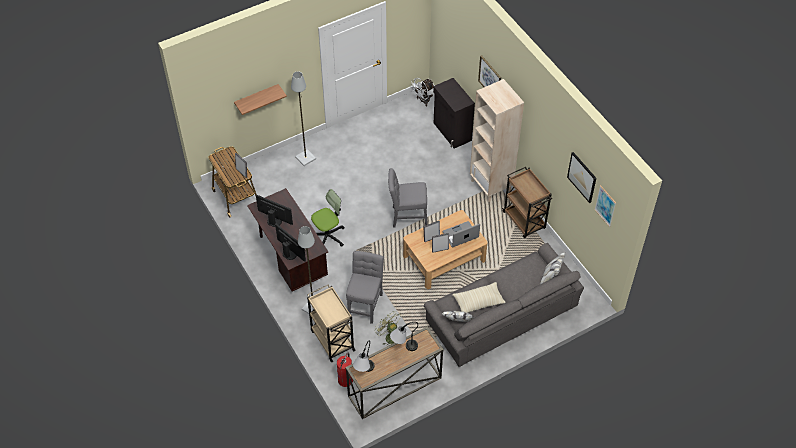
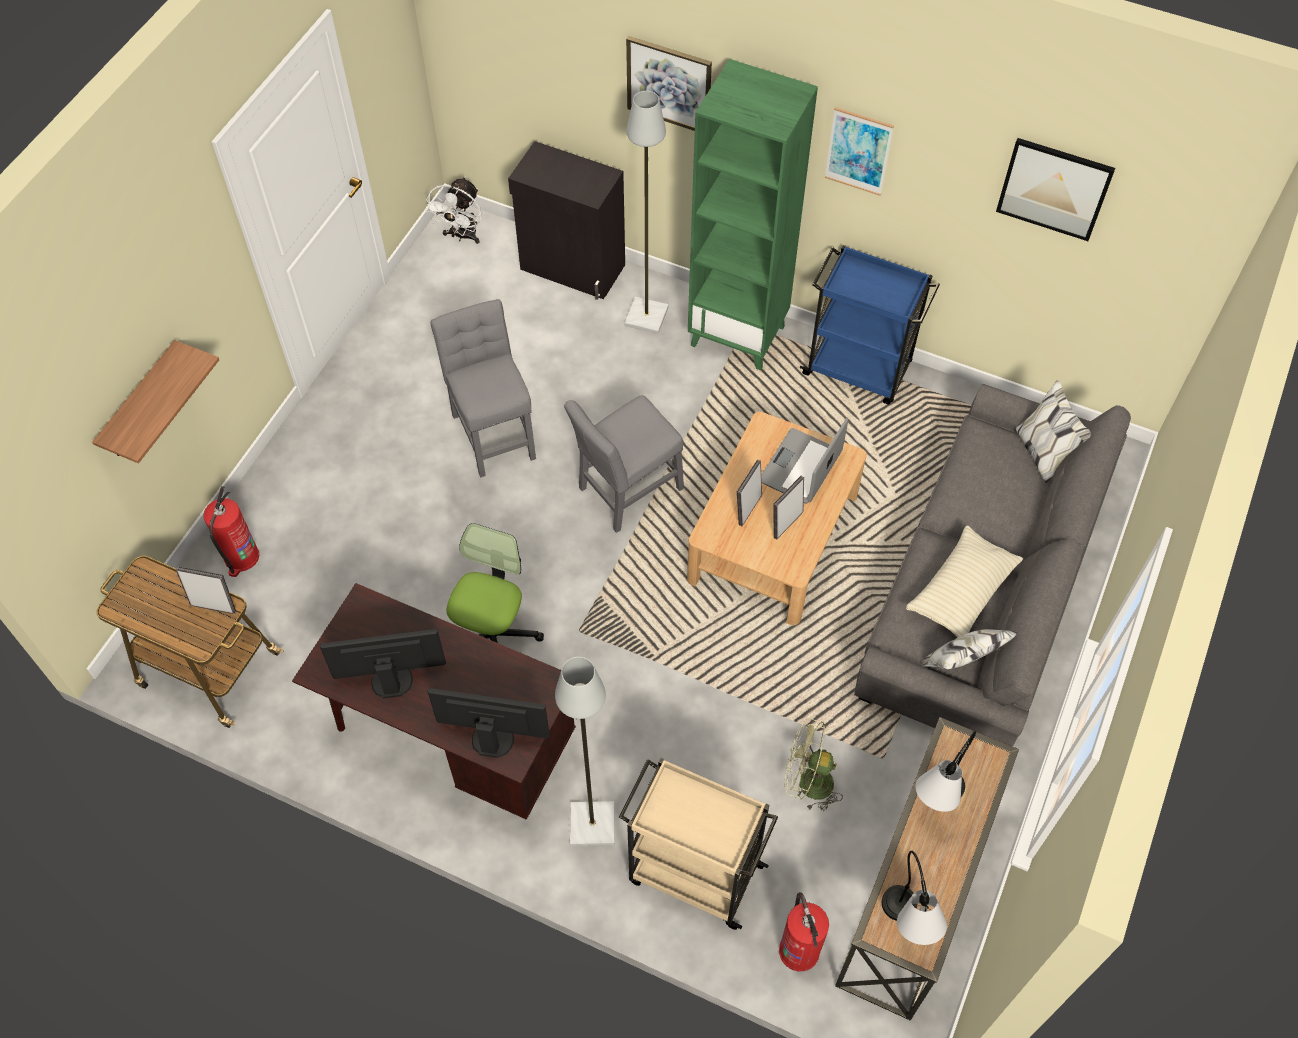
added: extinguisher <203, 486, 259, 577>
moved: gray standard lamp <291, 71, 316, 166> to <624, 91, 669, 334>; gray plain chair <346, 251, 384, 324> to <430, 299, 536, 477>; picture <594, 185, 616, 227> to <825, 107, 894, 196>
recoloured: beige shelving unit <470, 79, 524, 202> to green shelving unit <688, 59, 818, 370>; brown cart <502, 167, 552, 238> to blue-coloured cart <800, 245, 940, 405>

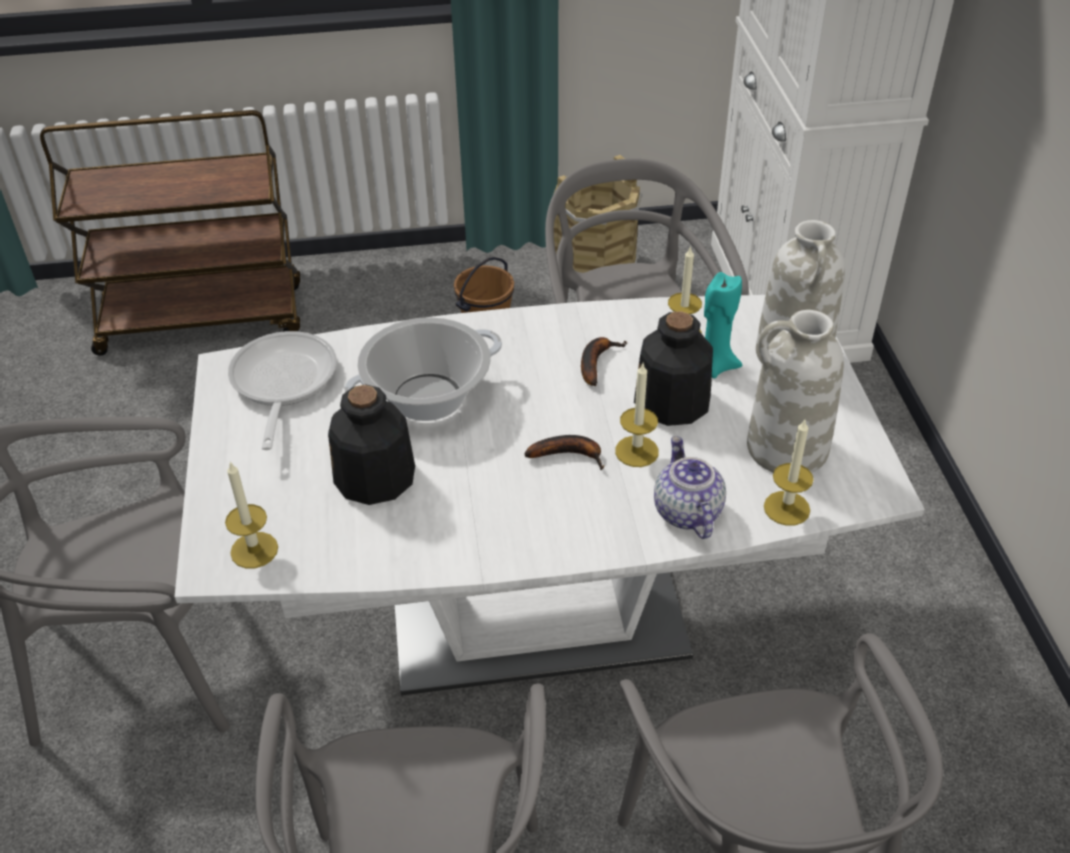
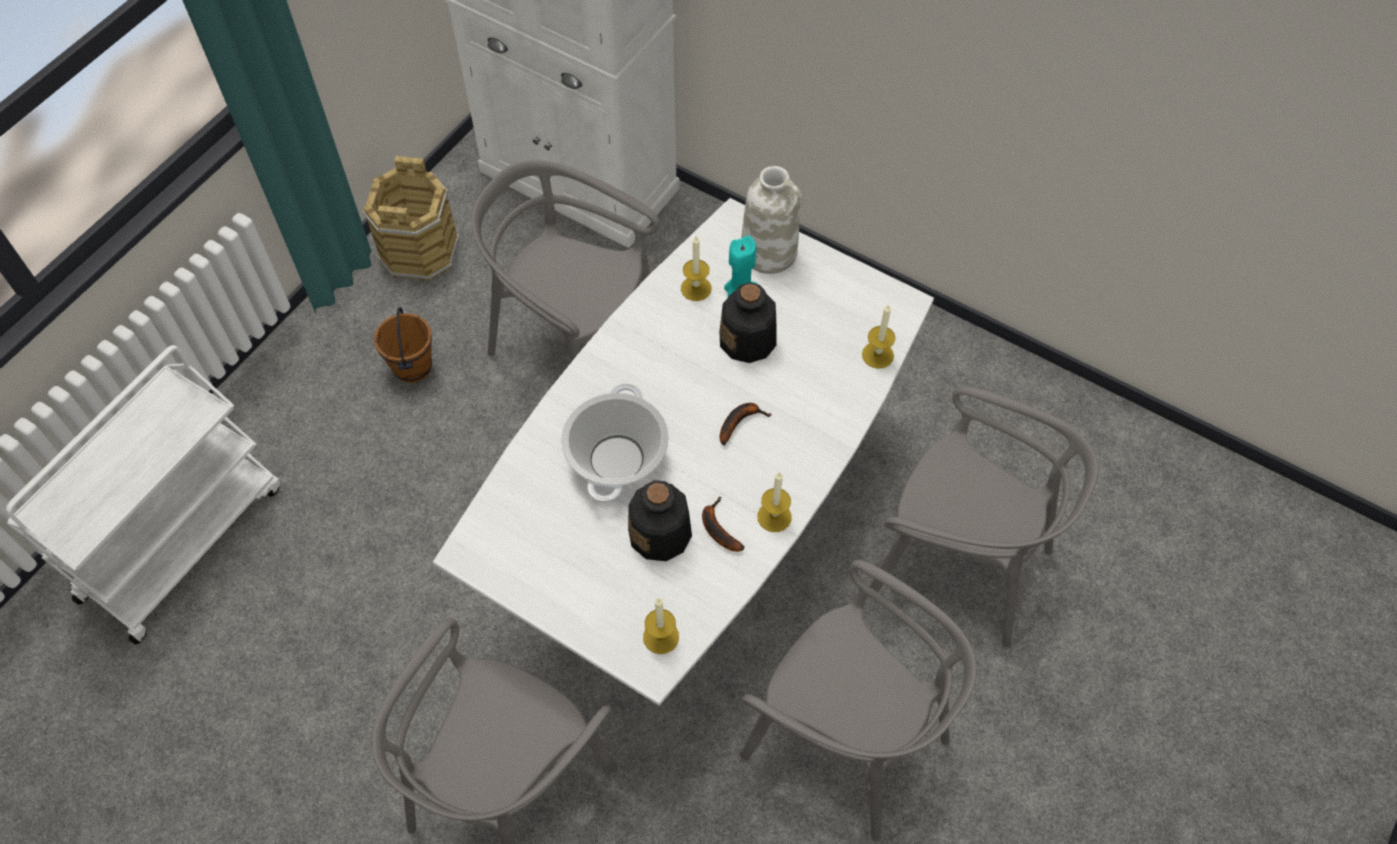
removed: frying pan <228, 331, 337, 450>; pot for tea <654, 436, 726, 539>; white-coloured decorative vase <747, 310, 844, 473>
moved: whole banana <581, 337, 628, 386> to <702, 496, 745, 552>; candle <615, 364, 659, 467> to <757, 472, 792, 532>
recoloured: brown cart <40, 110, 300, 356> to white-coloured cart <6, 345, 280, 644>

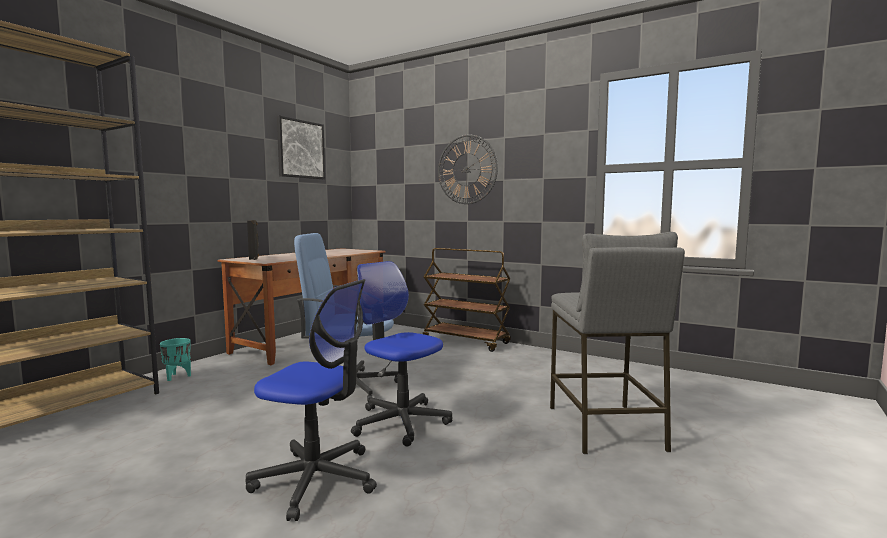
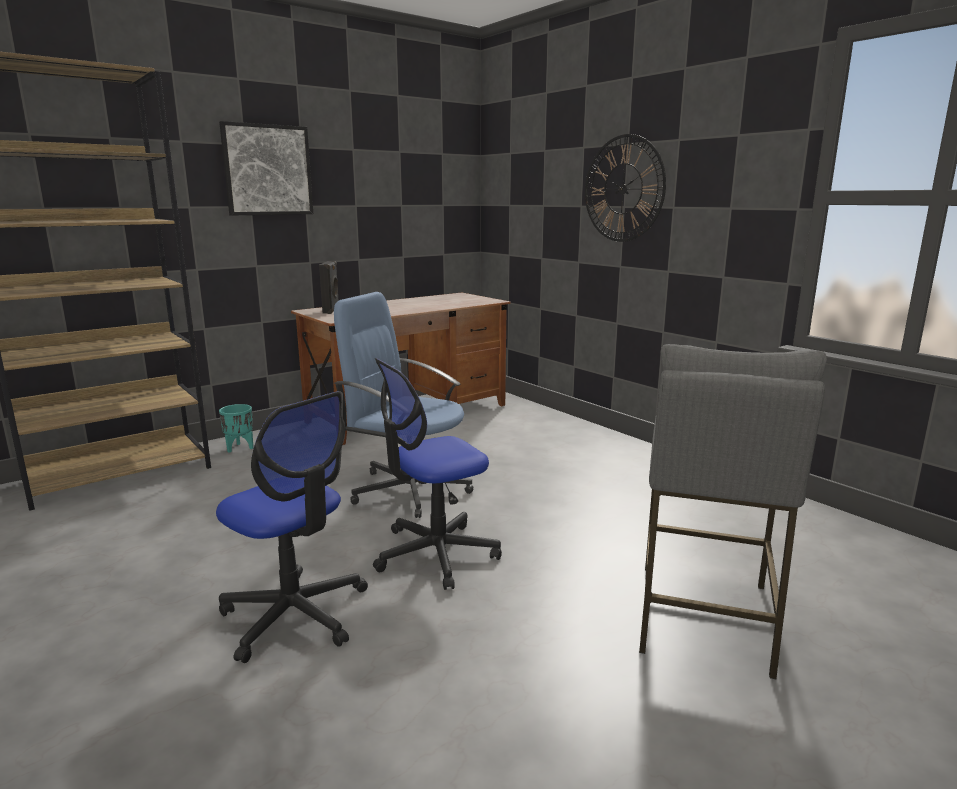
removed: brown cart <423, 248, 511, 352>
moved: picture <277, 116, 325, 179> to <219, 121, 313, 216>
turned: computer chair <351, 261, 452, 447> = <373, 358, 502, 590> 90 degrees counterclockwise

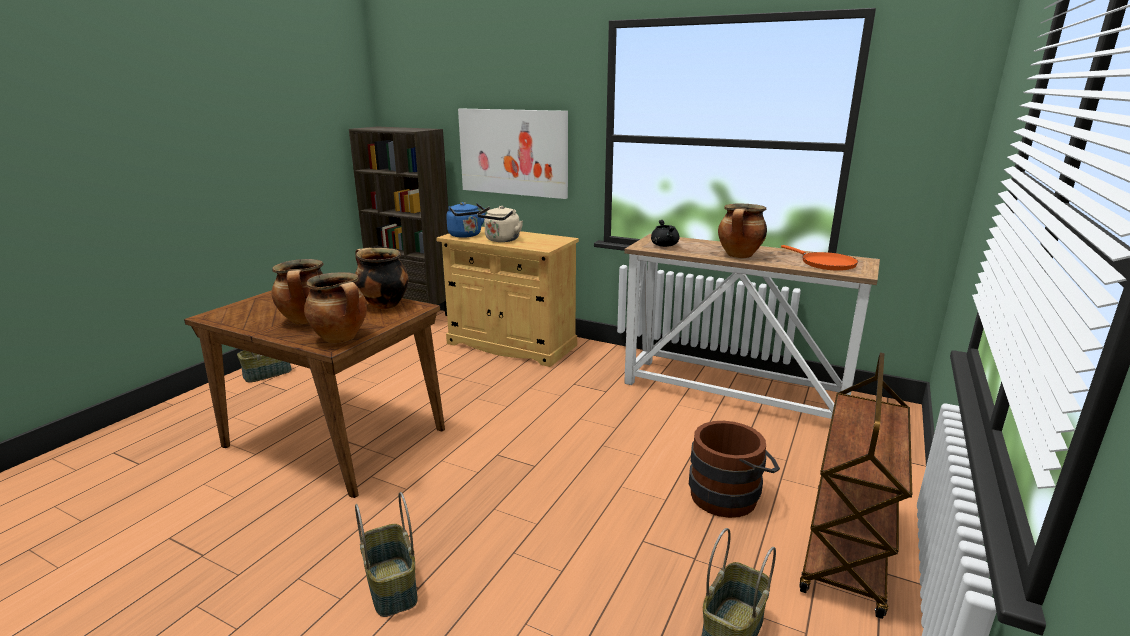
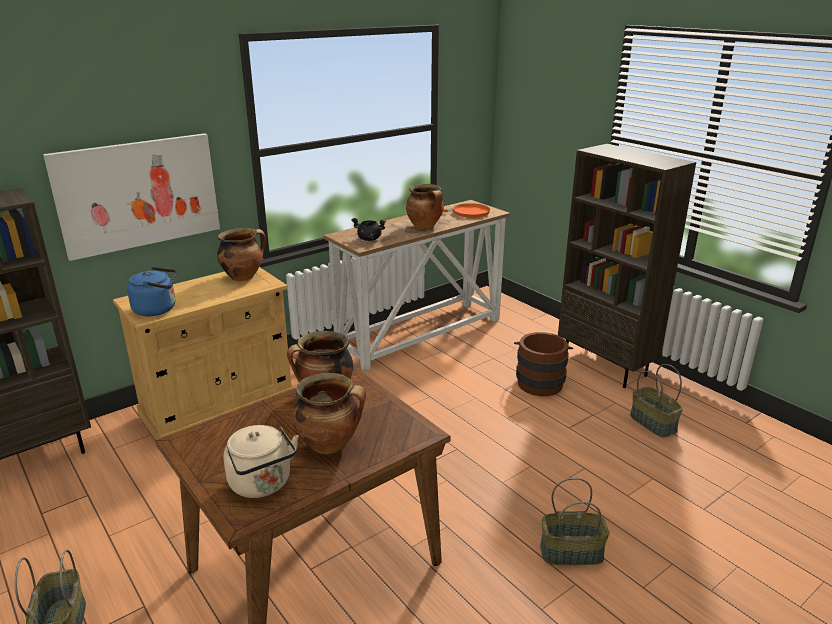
moved: cooking pot <304, 272, 367, 343> to <217, 228, 266, 281>; beige kettle <477, 206, 523, 242> to <223, 425, 299, 498>
replaced: brown cart <799, 352, 912, 619> to brown shelving unit <558, 144, 696, 388>

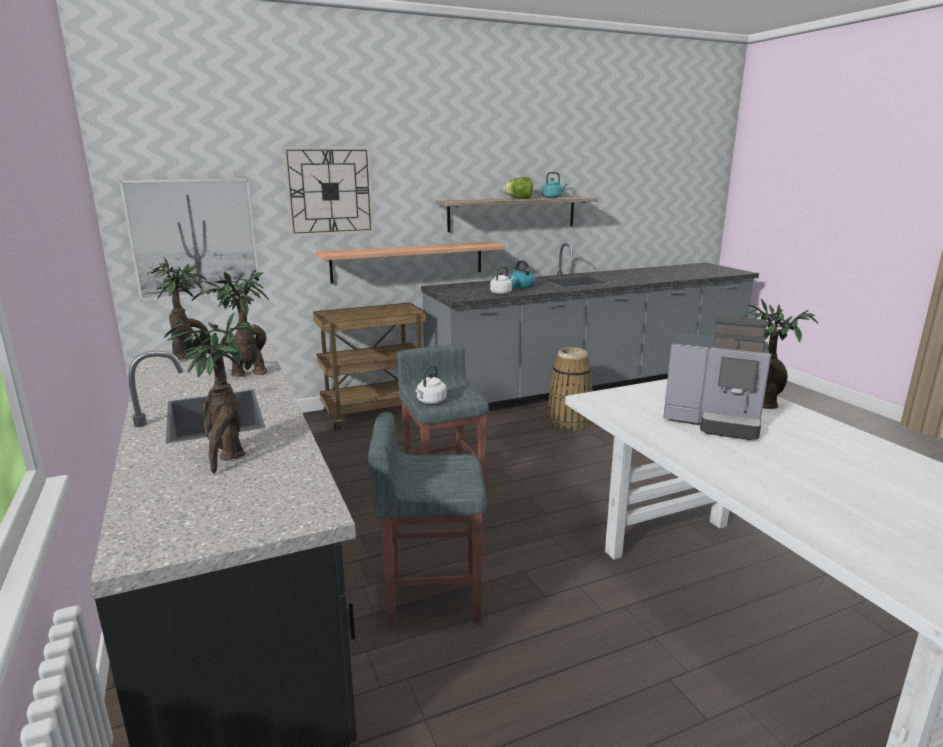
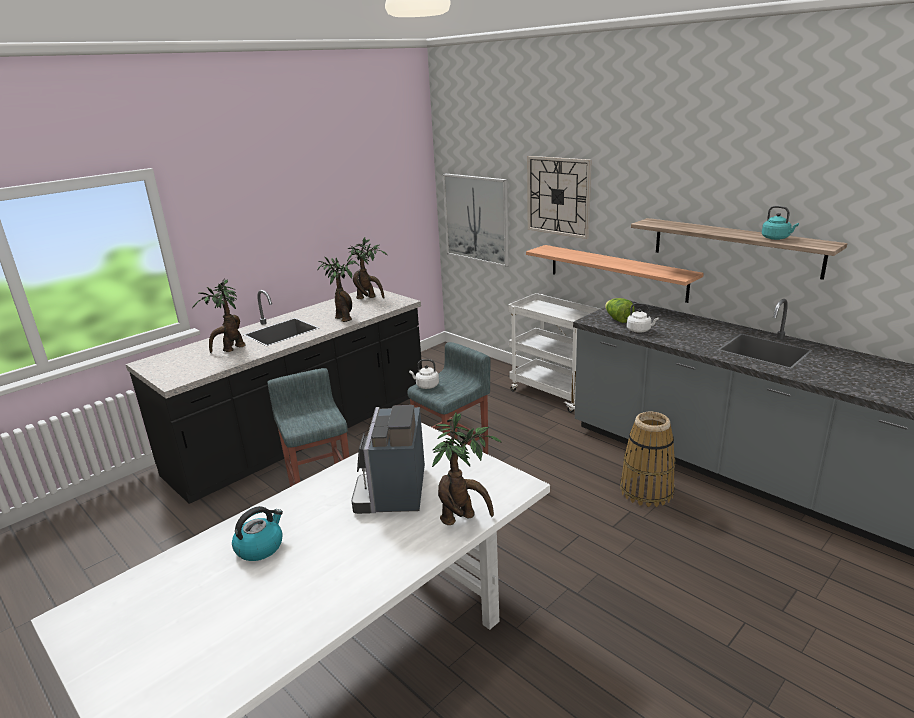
moved: lettuce head <503, 177, 533, 199> to <605, 298, 635, 323>; kettle <509, 260, 536, 288> to <232, 506, 283, 561>
recoloured: brown cart <313, 303, 426, 430> to white-coloured cart <508, 293, 600, 413>

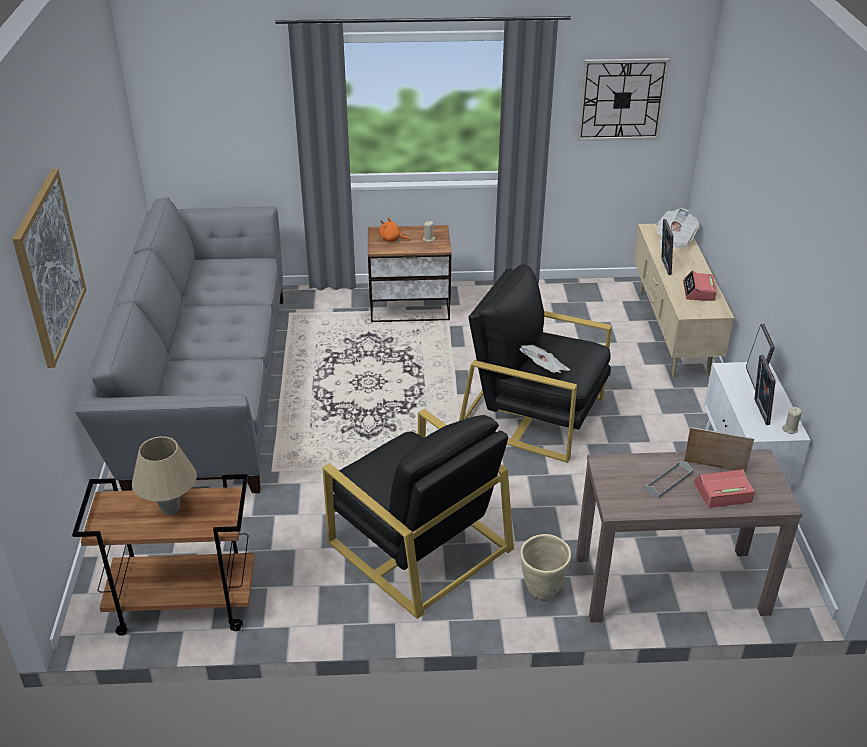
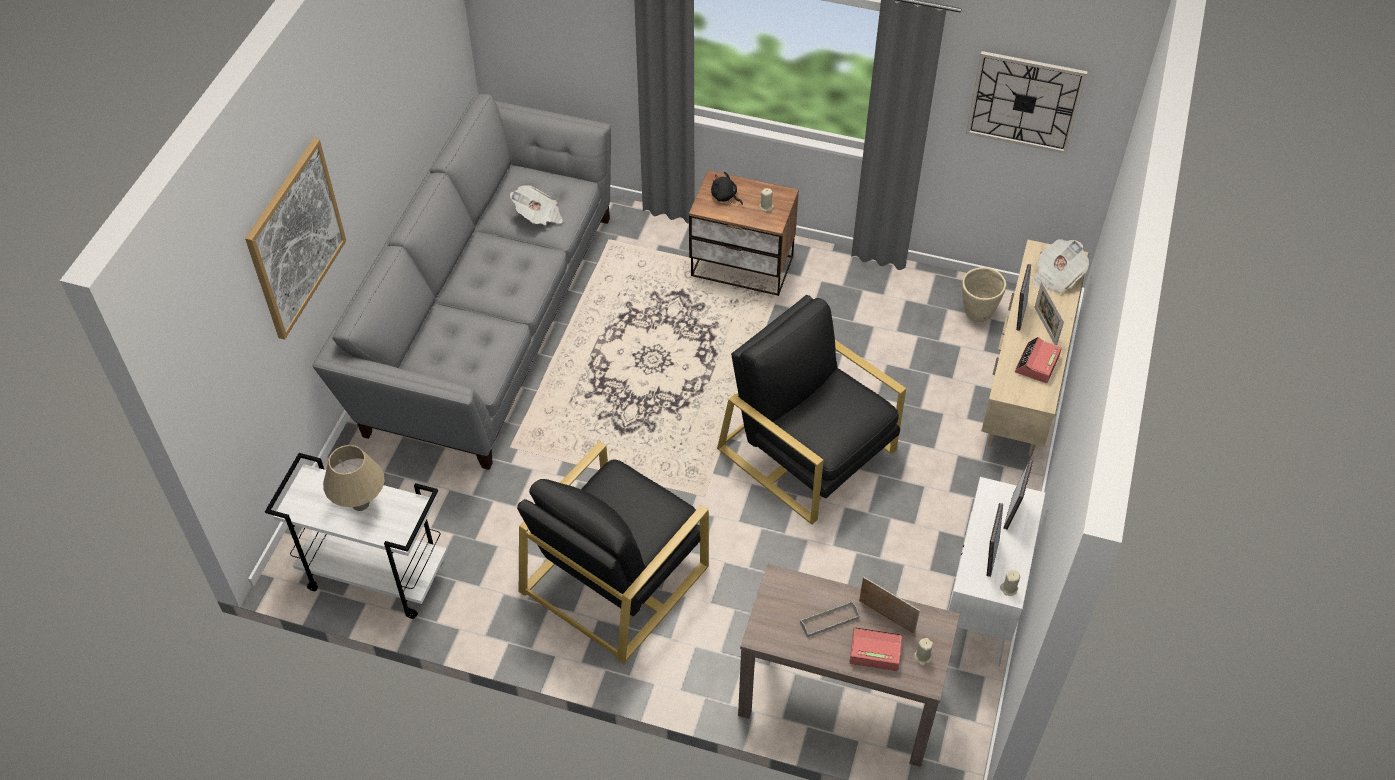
added: beige candle <914, 638, 933, 666>; photo frame <1034, 281, 1064, 345>
moved: printed paper <519, 345, 570, 373> to <510, 185, 563, 225>; beige plant pot <520, 534, 571, 600> to <962, 267, 1006, 322>
recoloured: brown cart <72, 474, 255, 636> to white-coloured cart <265, 453, 447, 619>; orange cuddly toy <379, 217, 410, 242> to black cuddly toy <711, 171, 743, 205>
turned: black armchair <322, 409, 514, 619> = <517, 441, 709, 664> 60 degrees clockwise

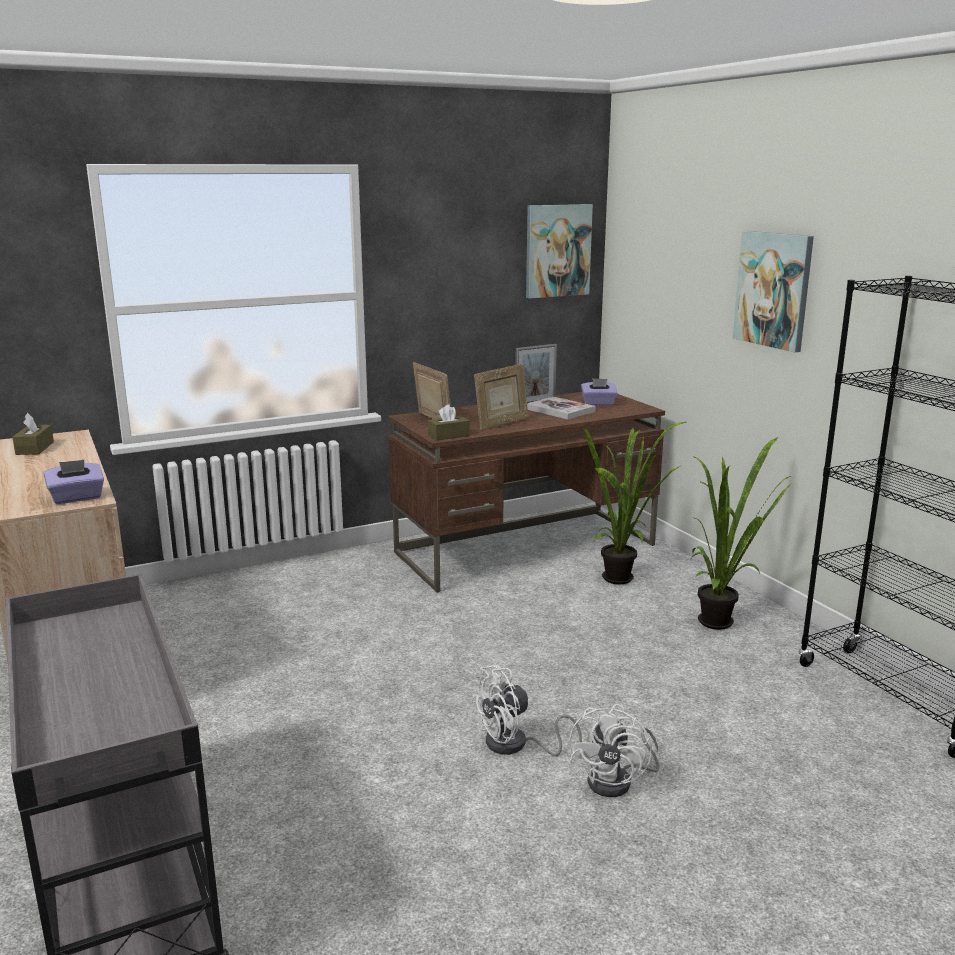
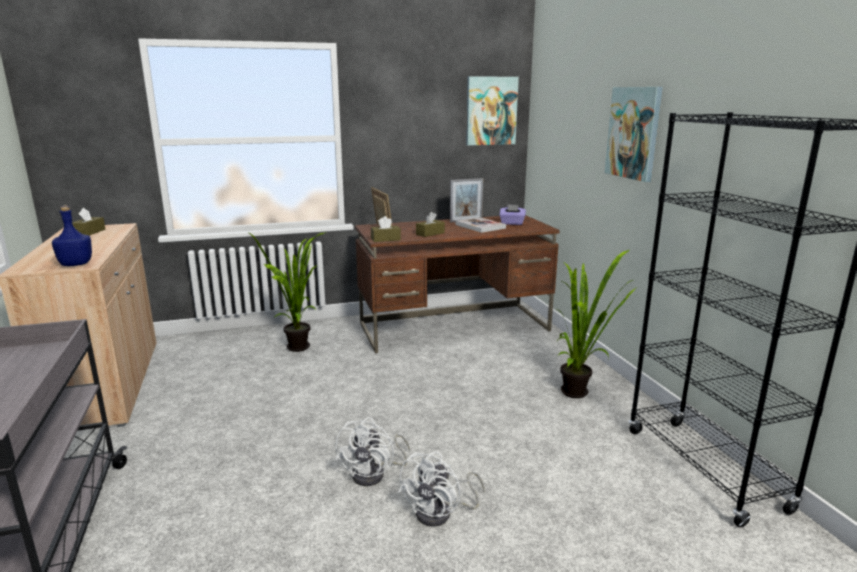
moved: plant in a pot <582, 422, 686, 584> to <249, 233, 324, 352>
replaced: purple-coloured tissue box <44, 460, 104, 504> to blue-coloured beverage bottle <52, 205, 92, 266>; photo frame <474, 364, 528, 430> to brown tissue box <416, 212, 445, 237>
turned: white-coloured cooling fan <471, 665, 582, 756> = <335, 417, 410, 486> 60 degrees counterclockwise

